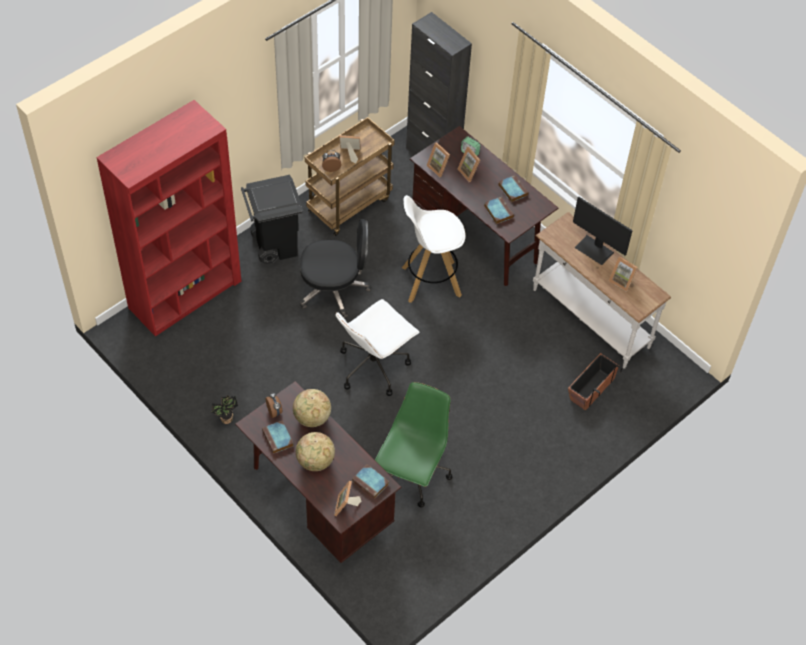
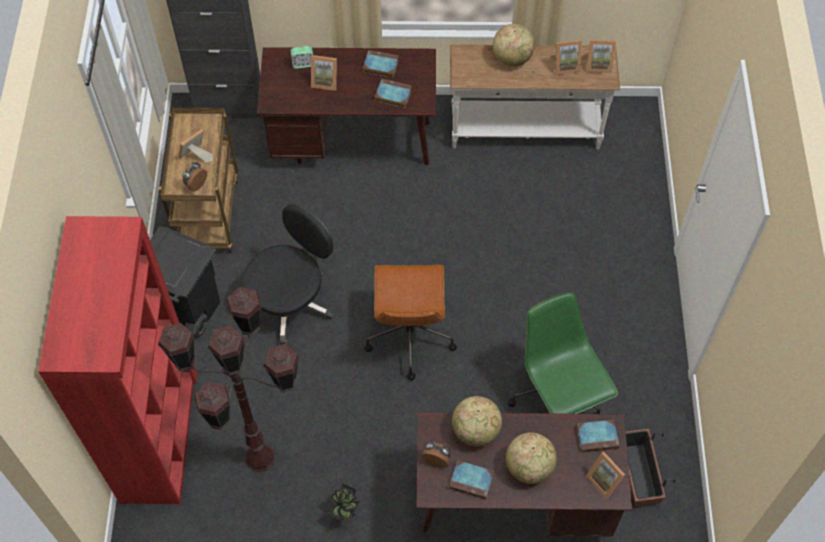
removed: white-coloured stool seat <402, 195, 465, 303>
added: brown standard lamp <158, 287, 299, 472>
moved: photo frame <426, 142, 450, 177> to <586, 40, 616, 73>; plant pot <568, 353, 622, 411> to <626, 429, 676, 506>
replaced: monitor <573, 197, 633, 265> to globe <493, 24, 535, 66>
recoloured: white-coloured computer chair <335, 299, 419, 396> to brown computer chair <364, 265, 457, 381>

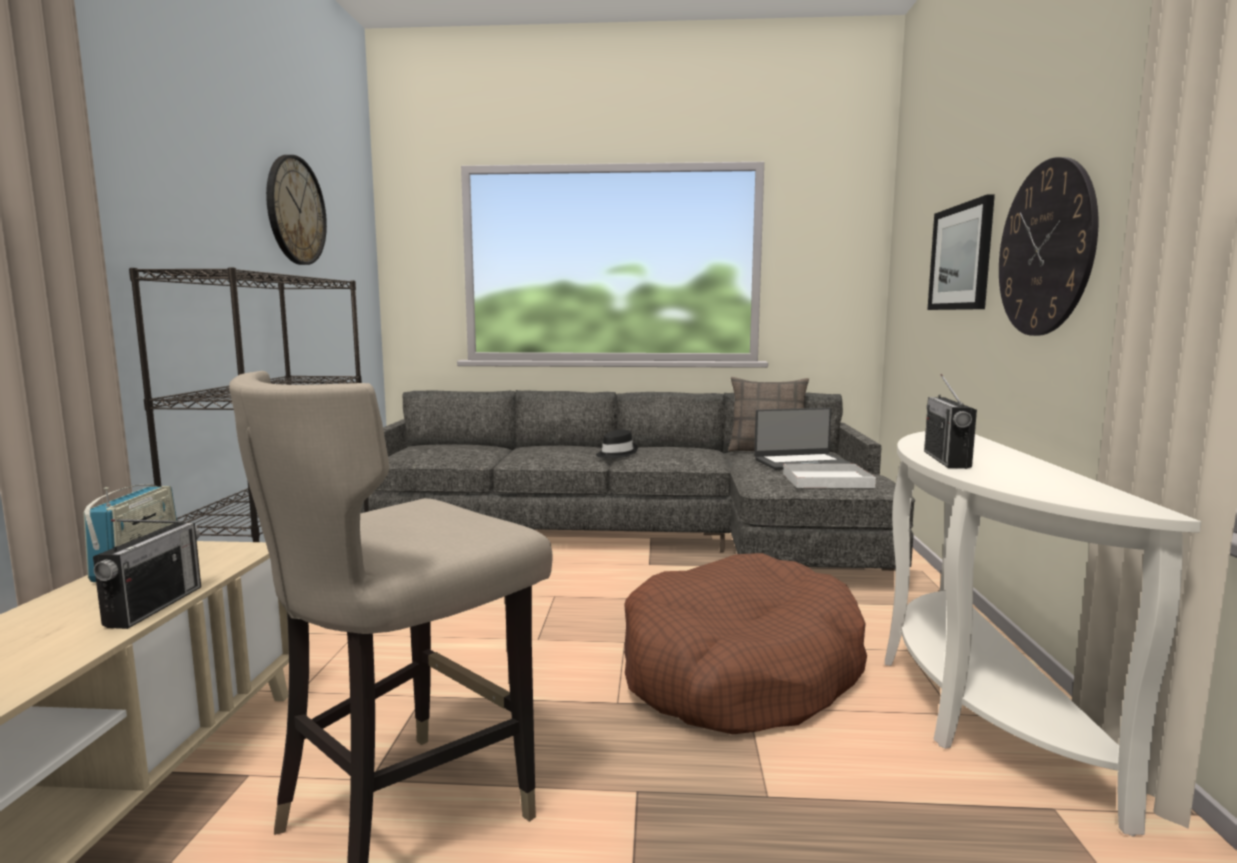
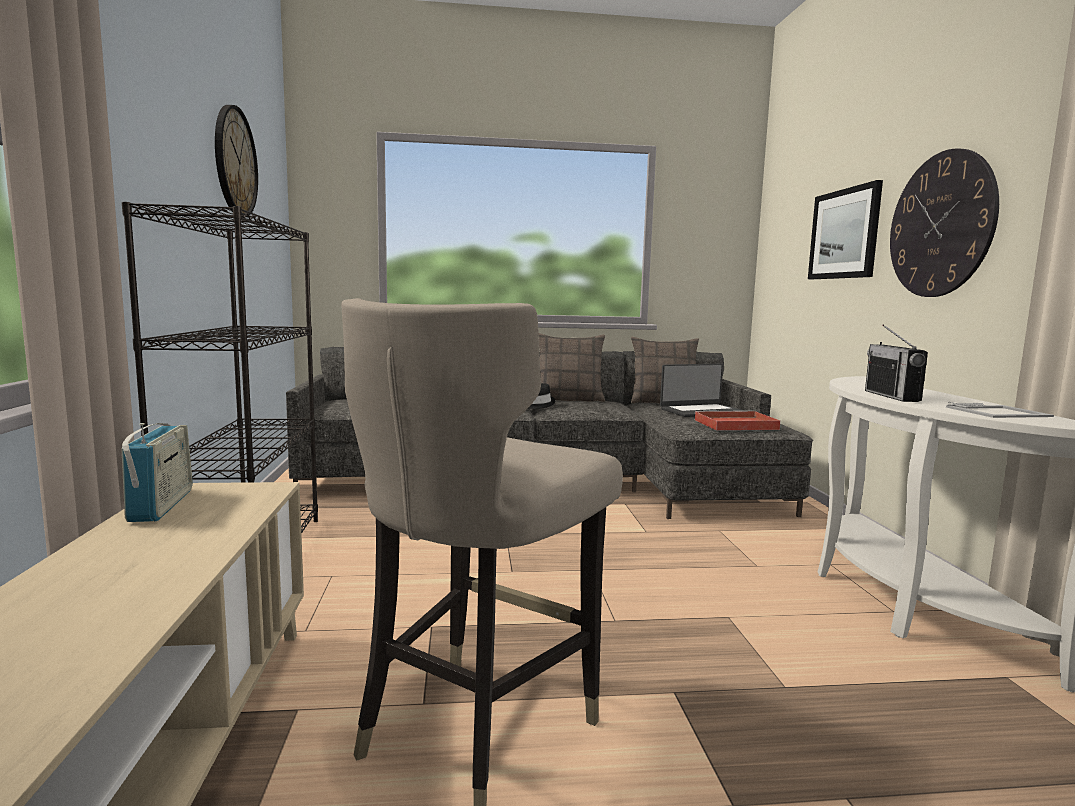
removed: radio set <93, 519, 201, 629>; brown dog bed <624, 553, 867, 735>
added: throw pillow <539, 333, 605, 402>; photo frame <946, 402, 1054, 418>
recoloured: white-coloured tray <783, 464, 876, 488> to red-coloured tray <695, 411, 781, 431>

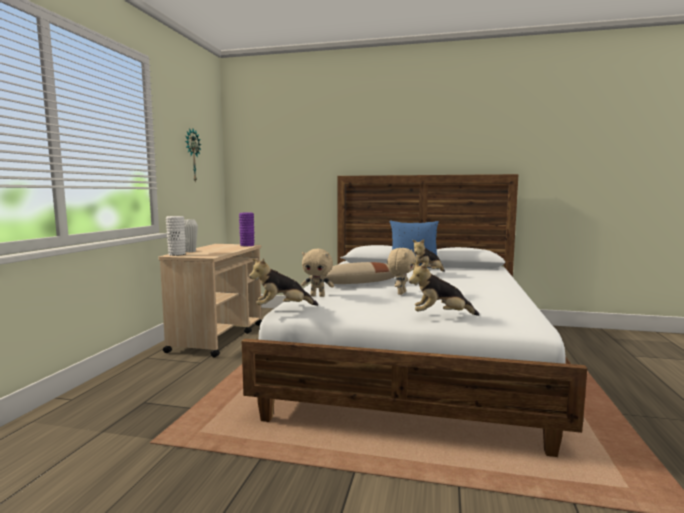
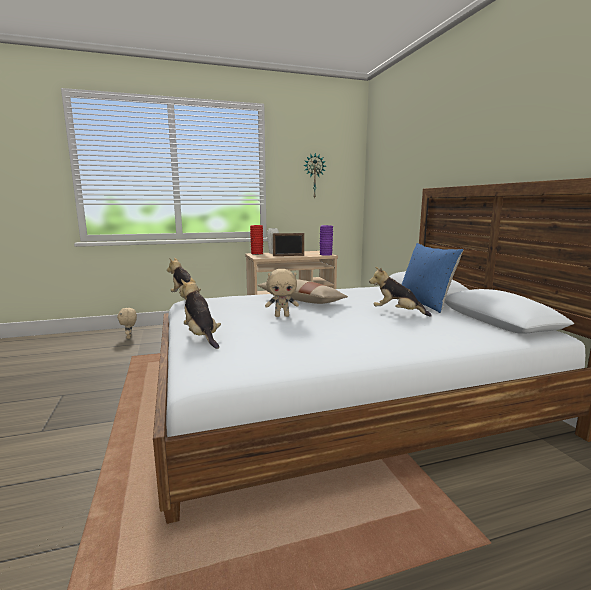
added: photo frame <273, 233, 304, 256>
moved: beige cuddly toy <301, 249, 334, 297> to <117, 308, 137, 339>
recoloured: white-coloured decorative vase <166, 216, 186, 256> to red-coloured decorative vase <250, 225, 263, 255>

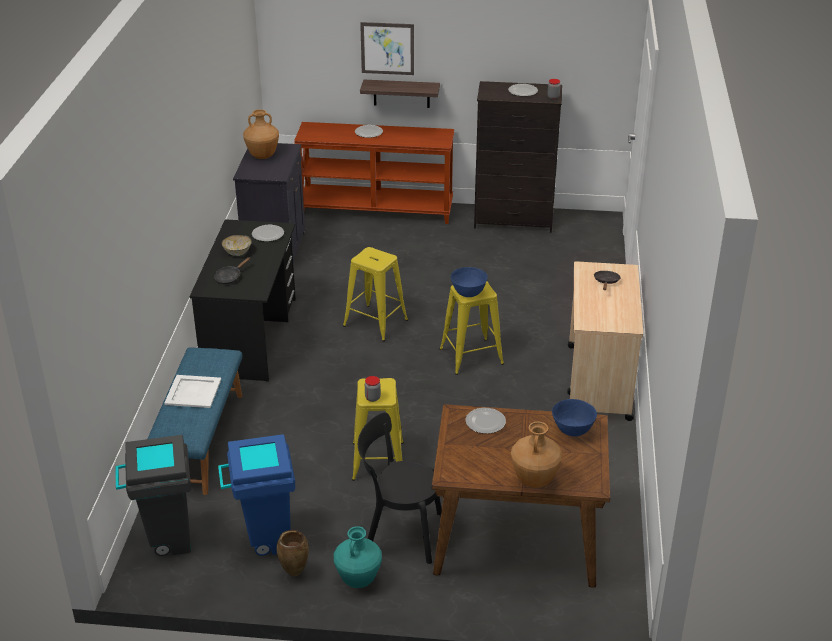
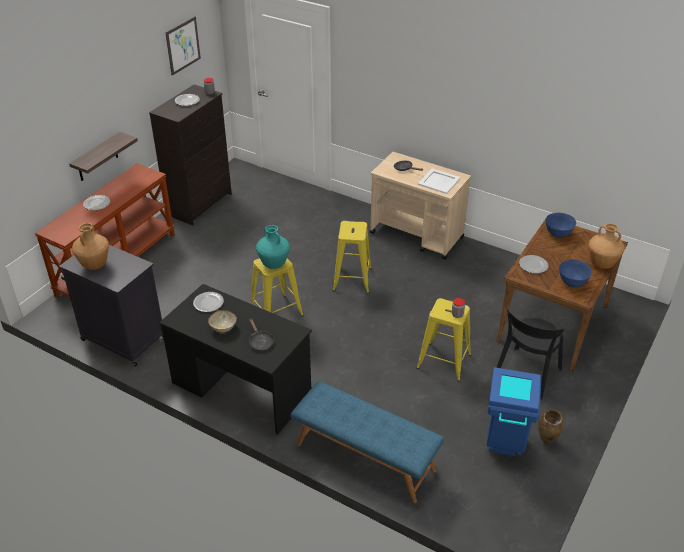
removed: gray waste bin <115, 435, 191, 556>
moved: white-coloured tray <164, 375, 221, 408> to <418, 168, 461, 194>; blue-green decorative vase <334, 526, 382, 588> to <256, 225, 290, 269>; picture <360, 22, 414, 75> to <165, 17, 201, 76>; blue-coloured serving bowl <450, 267, 488, 297> to <559, 259, 592, 287>

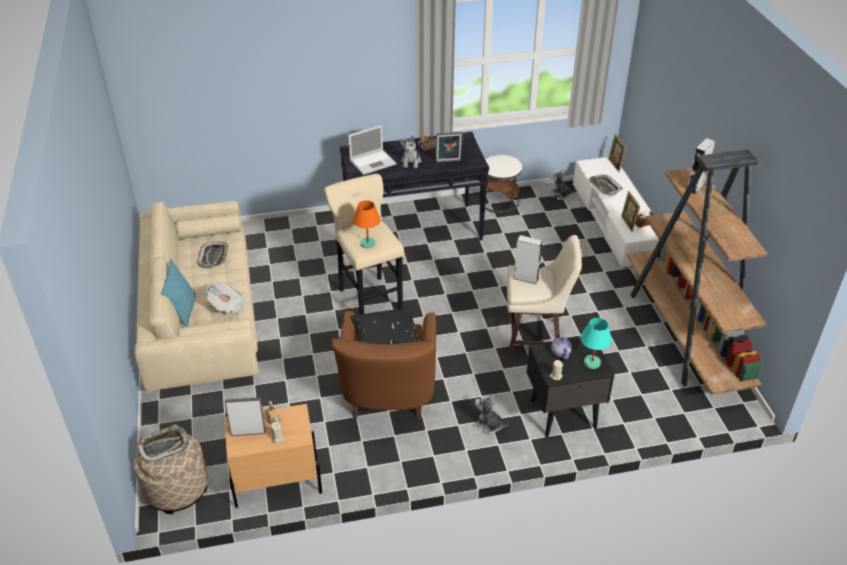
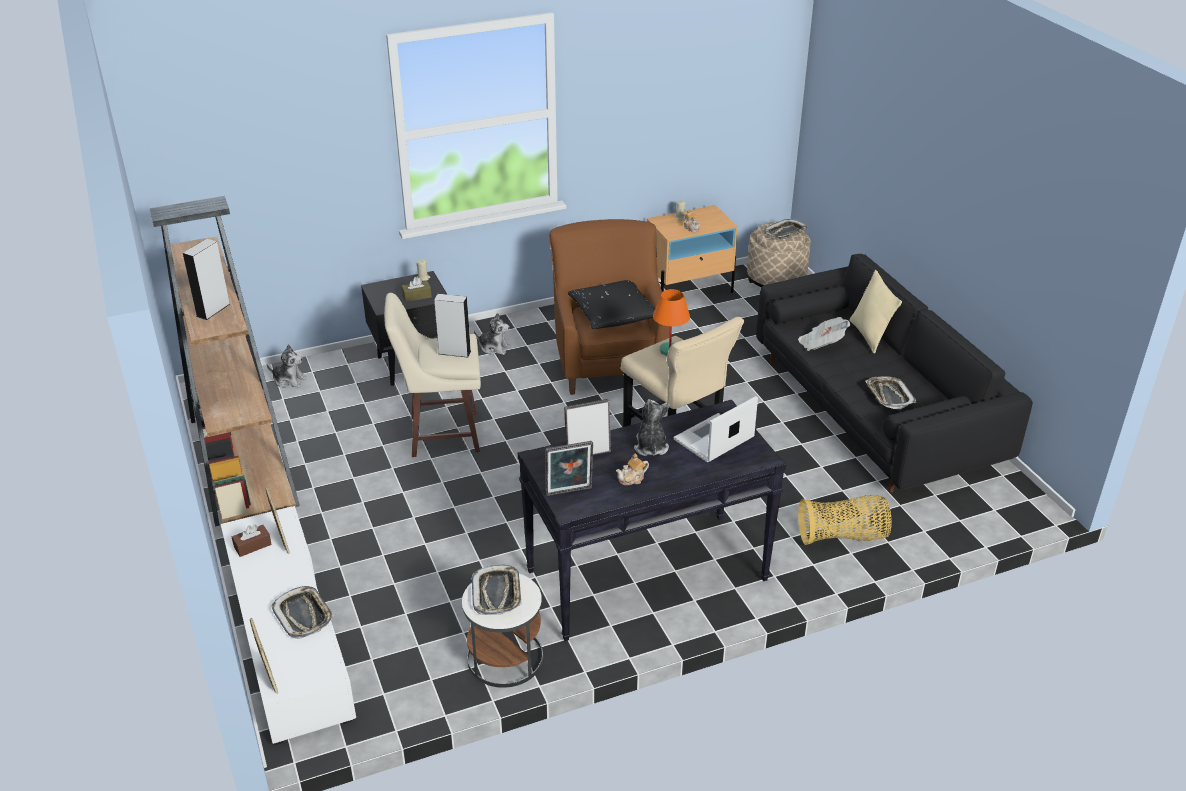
removed: blue-green tabletop lamp <580, 318, 612, 369>
added: tray <472, 564, 522, 615>; storage basket <798, 495, 892, 545>
moved: photo frame <225, 397, 266, 436> to <546, 441, 593, 496>; cuddly toy <549, 169, 576, 200> to <266, 344, 307, 388>
replaced: pot for tea <551, 331, 572, 360> to brown tissue box <401, 277, 432, 302>
recoloured: beige settee <134, 201, 258, 391> to black settee <756, 254, 1033, 492>; blue-green throw pillow <161, 259, 196, 327> to beige throw pillow <849, 270, 902, 354>

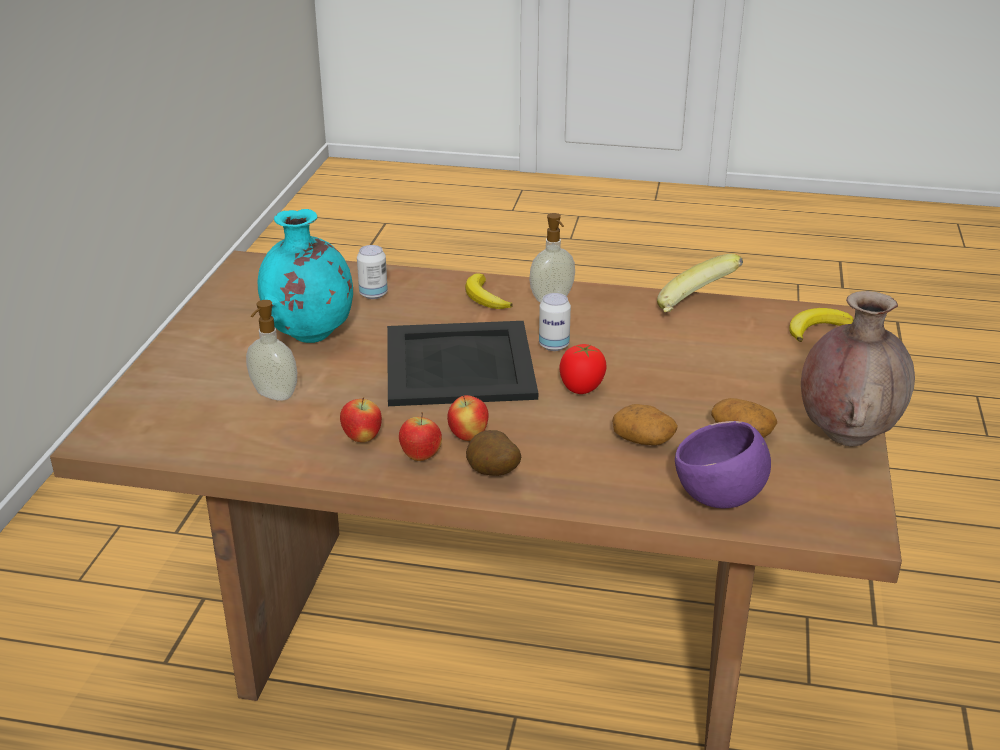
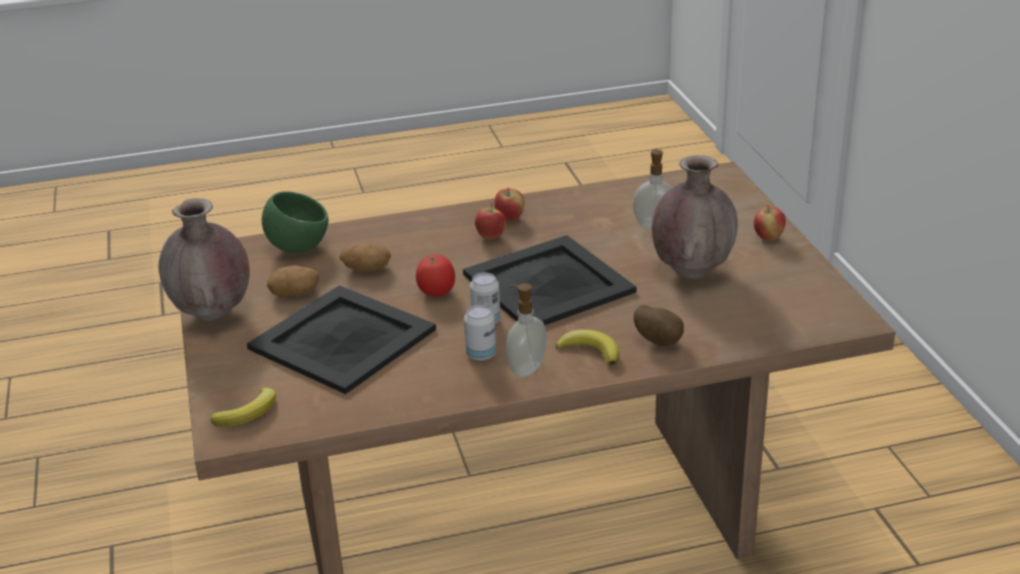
removed: whole banana <657, 254, 743, 312>
added: black tray <247, 285, 436, 394>
moved: whole apple <340, 397, 382, 442> to <754, 205, 786, 241>; metal can <357, 245, 388, 299> to <464, 305, 496, 361>; whole potato <466, 430, 521, 476> to <634, 305, 684, 346>
recoloured: blue-green decorative vase <258, 209, 353, 343> to brown decorative vase <651, 155, 738, 279>; purple-coloured serving bowl <675, 421, 771, 508> to green serving bowl <262, 191, 328, 253>

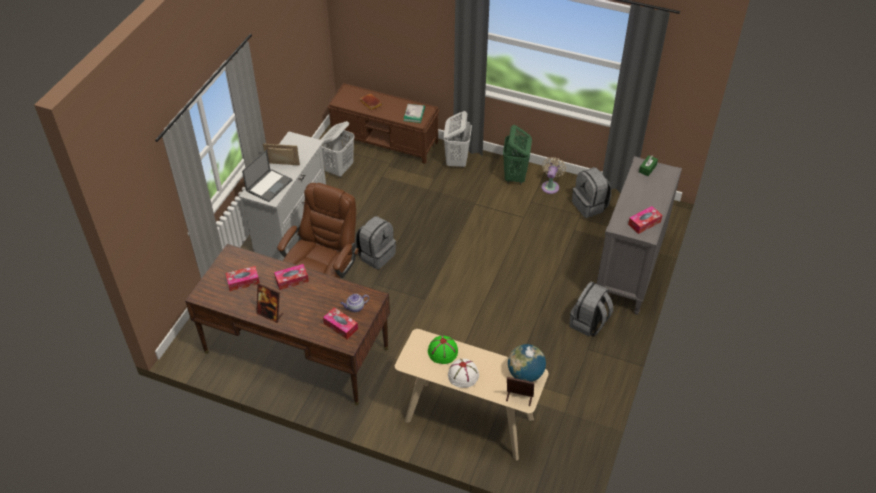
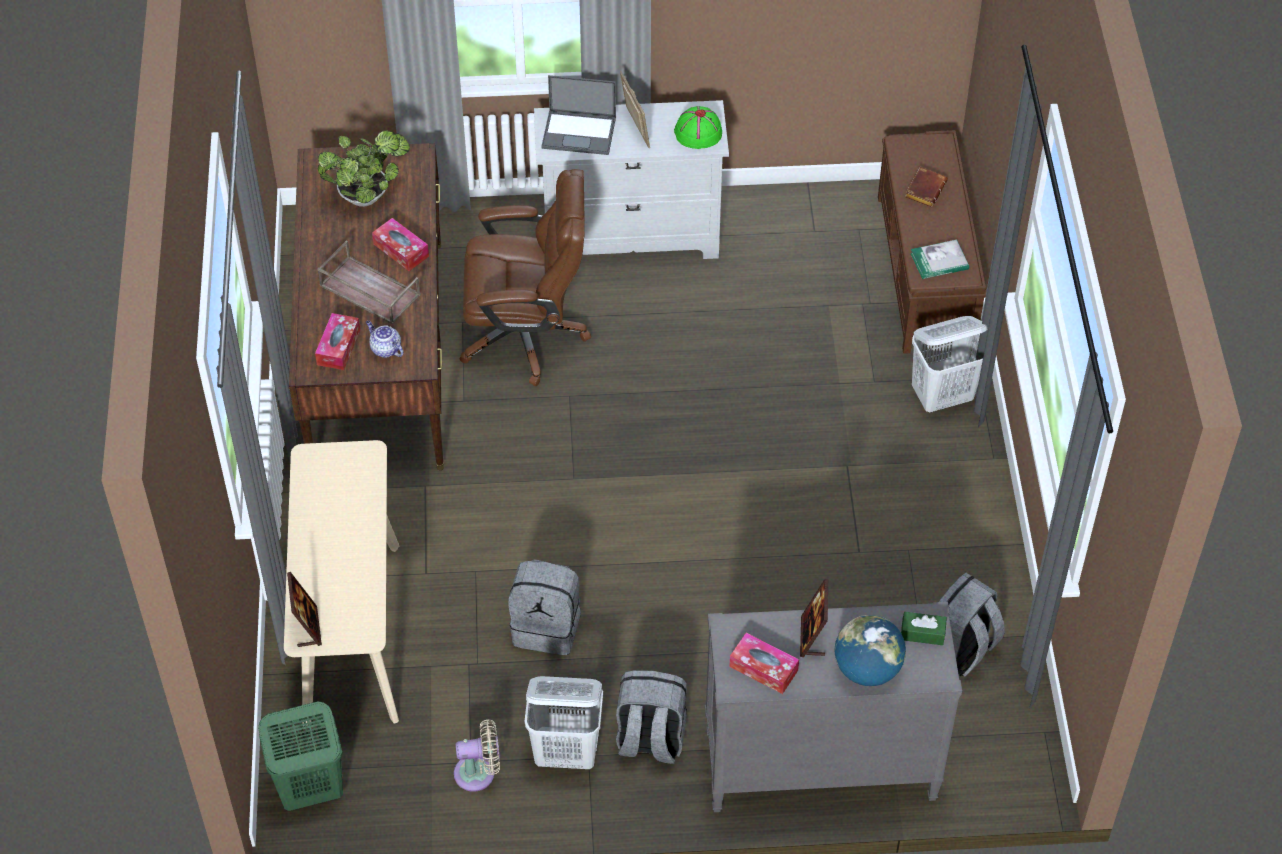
removed: white-coloured clothing hat <448, 359, 479, 388>
added: brown tray <317, 240, 421, 324>
moved: photo frame <256, 283, 283, 323> to <800, 579, 828, 657>; white-coloured laundry basket <320, 121, 354, 177> to <525, 676, 603, 769>; gray backpack <356, 216, 396, 269> to <508, 559, 581, 655>; green clothing hat <428, 335, 458, 364> to <674, 106, 722, 149>; green laundry basket <503, 125, 532, 185> to <258, 701, 343, 811>; globe <508, 344, 546, 382> to <835, 615, 906, 686>; beige cooling fan <541, 157, 566, 194> to <454, 719, 500, 791>
replaced: tissue box <225, 266, 260, 291> to plant in a pot <318, 130, 410, 207>

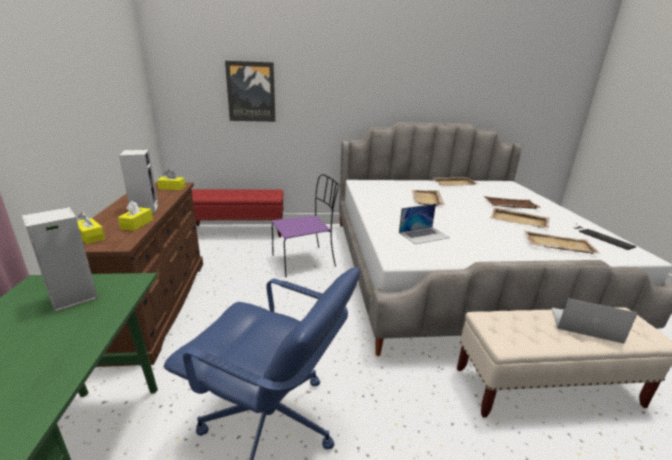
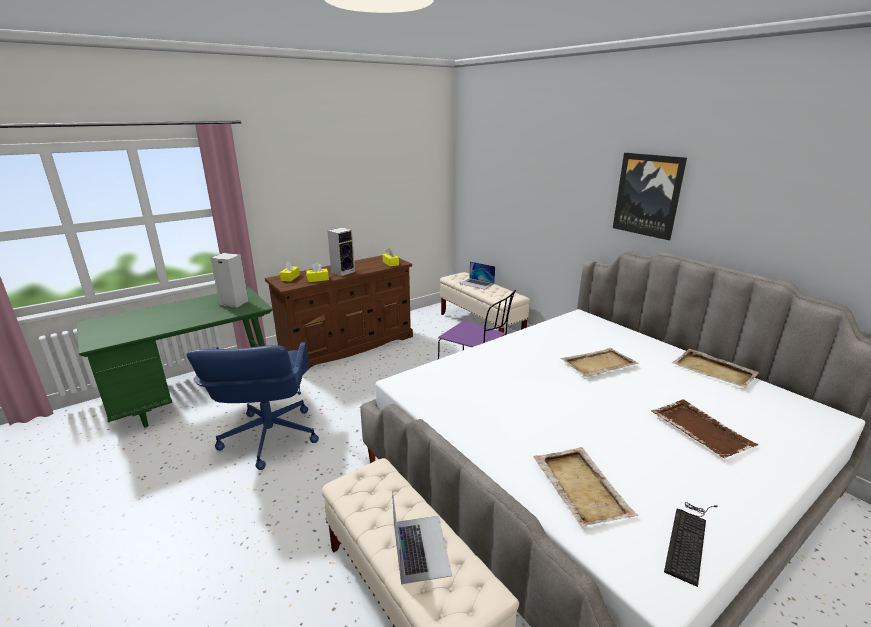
removed: beige tray <490, 208, 549, 228>
moved: picture <225, 61, 275, 122> to <613, 153, 687, 240>; notebook computer <399, 204, 450, 244> to <460, 261, 495, 290>
recoloured: red-coloured bench <191, 189, 284, 238> to beige bench <440, 272, 531, 333>

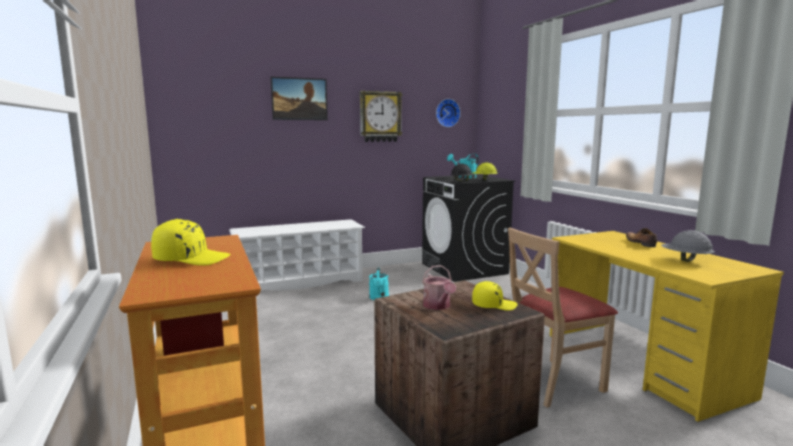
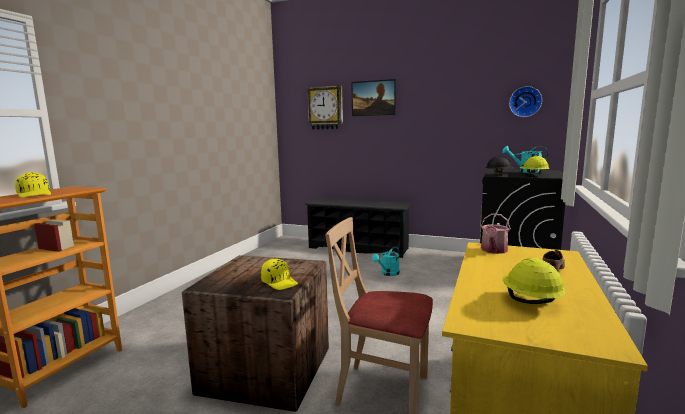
moved: clock on the wall <360, 91, 402, 142> to <307, 85, 343, 130>; watering pot <422, 265, 456, 310> to <481, 213, 511, 254>
recoloured: white-coloured shoe rack <229, 219, 365, 290> to black shoe rack <305, 198, 413, 258>; gray hard hat <661, 230, 715, 262> to yellow hard hat <503, 258, 566, 304>

